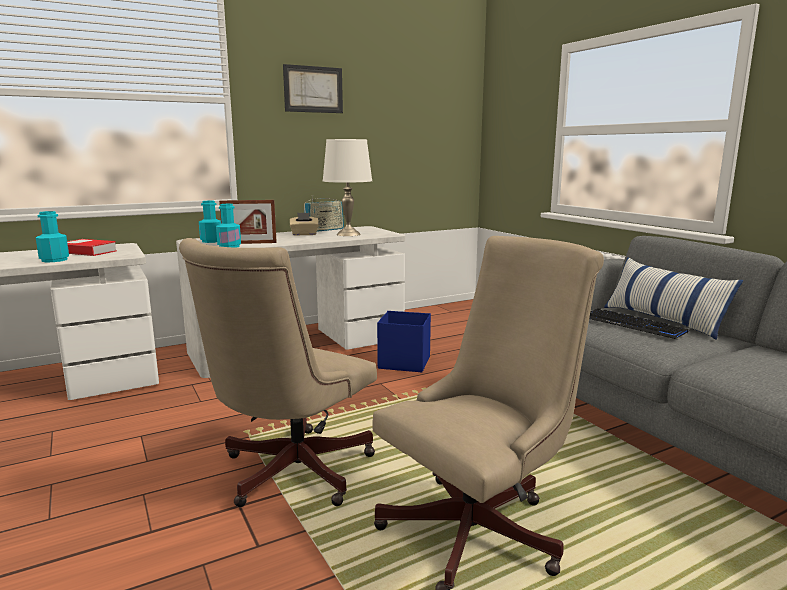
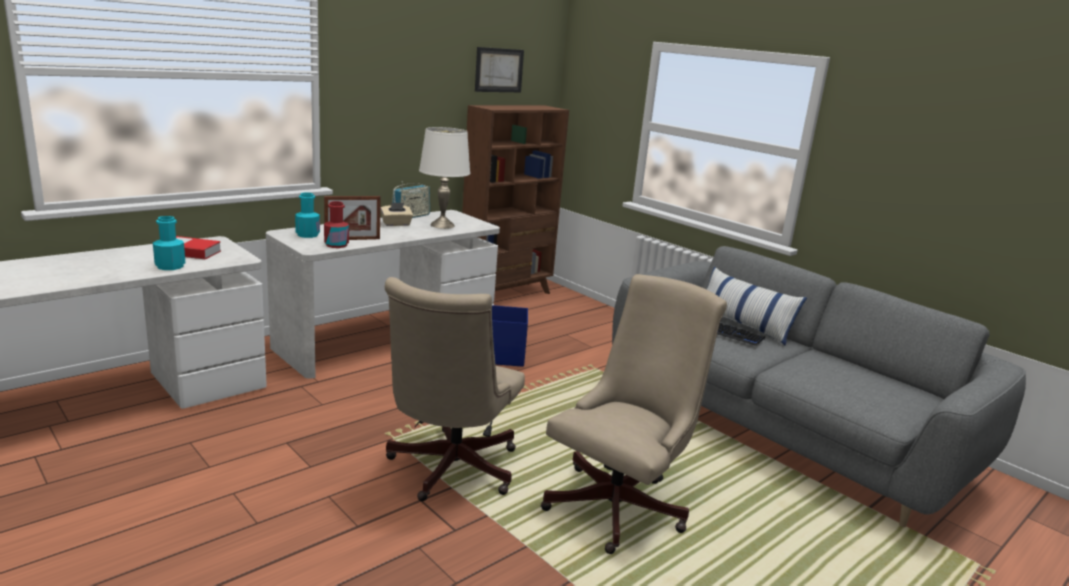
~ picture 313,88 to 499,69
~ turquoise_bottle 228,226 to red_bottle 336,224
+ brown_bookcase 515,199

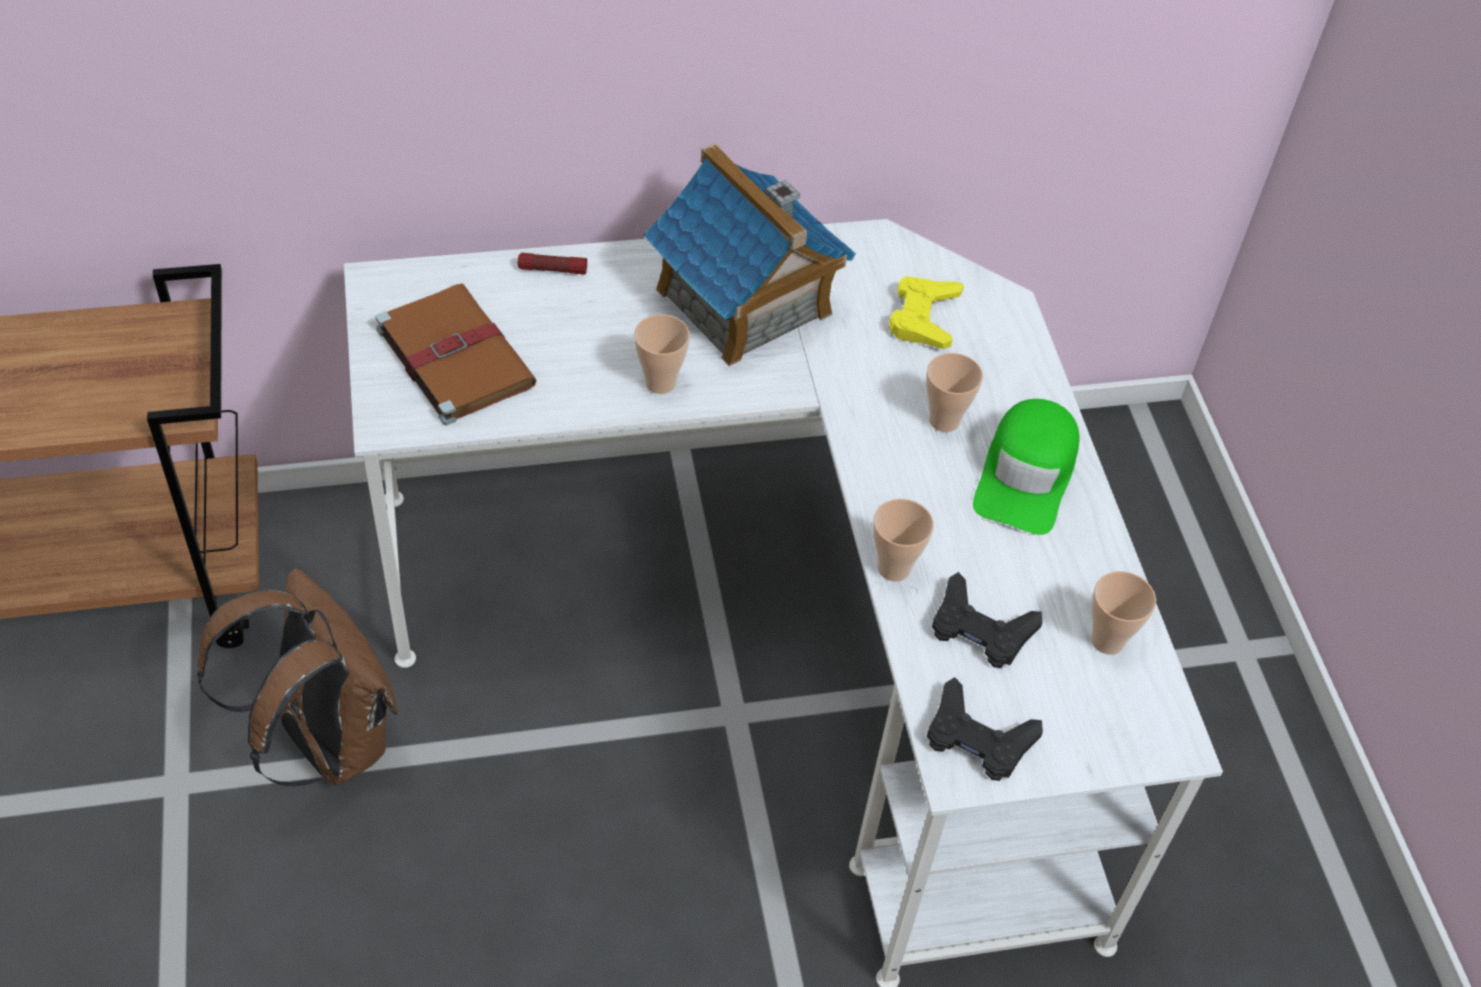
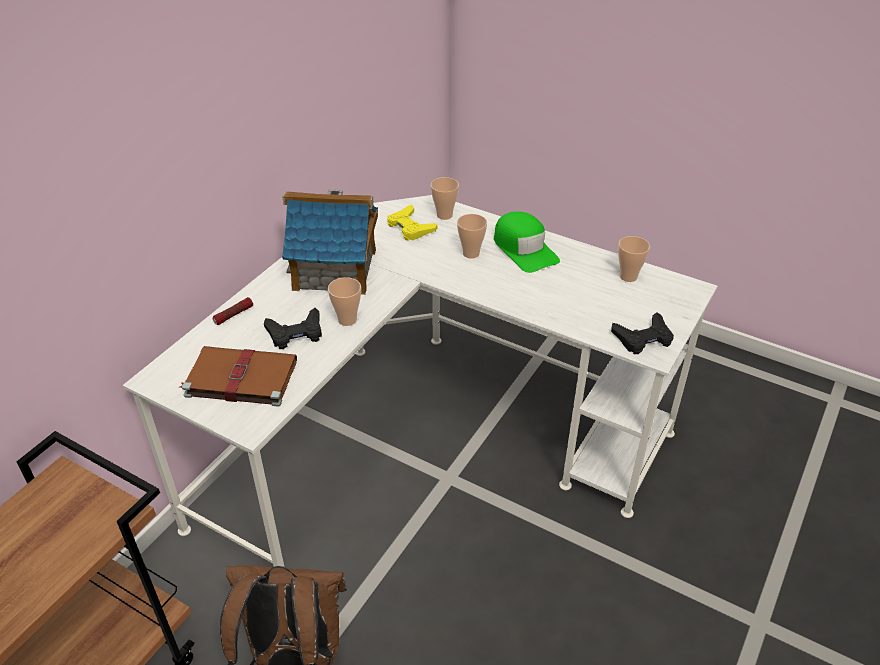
~ cup 903,540 to 445,198
~ black_game_controller 987,620 to 293,328

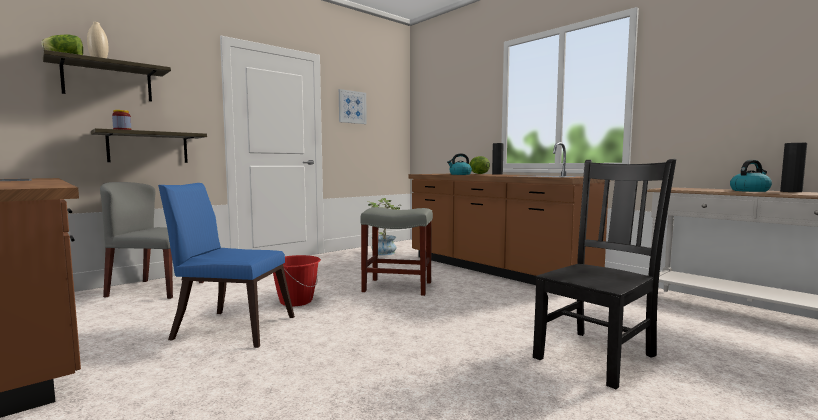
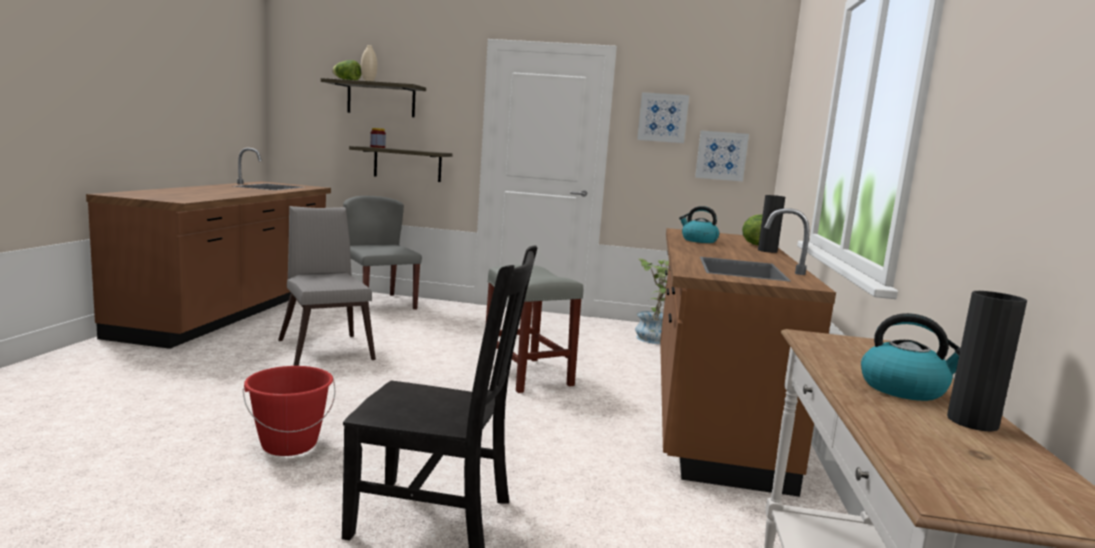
~ blue_chair 226,265 to grey_chair 327,286
~ red_bucket 297,280 to 289,411
+ picture 722,156

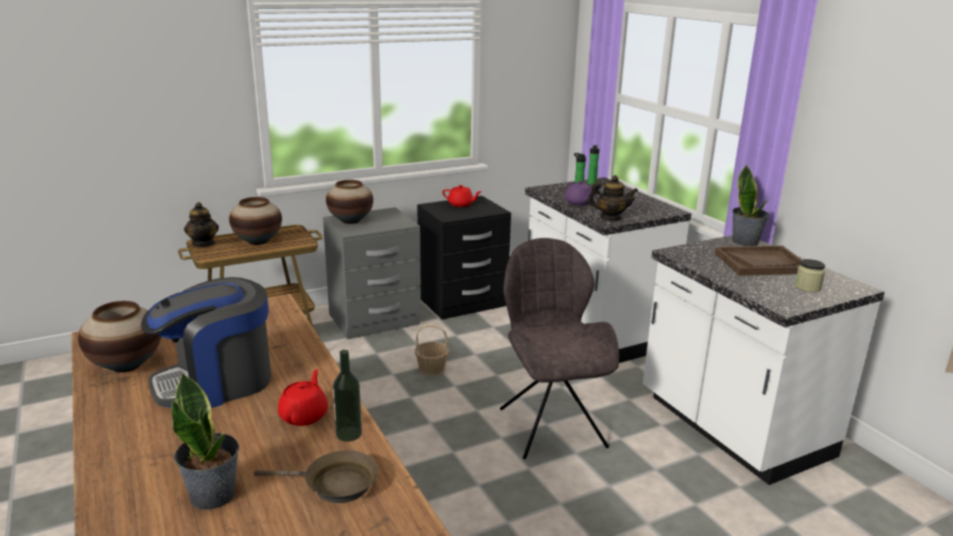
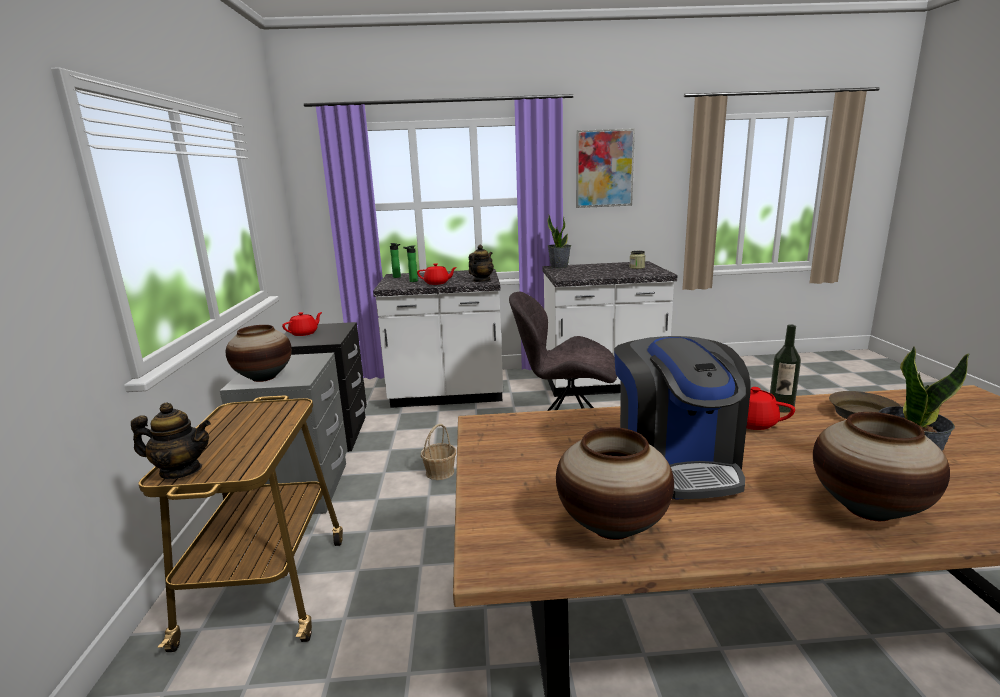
~ purple_teapot 579,193 to red_teapot 437,274
~ vase 255,221 to 881,466
- brown_tray 758,261
+ picture 605,168

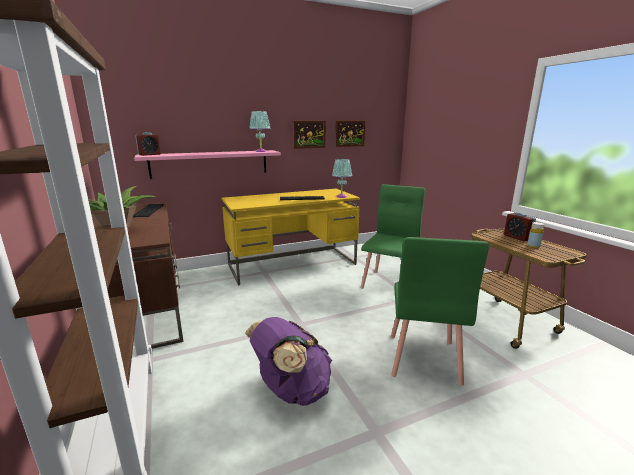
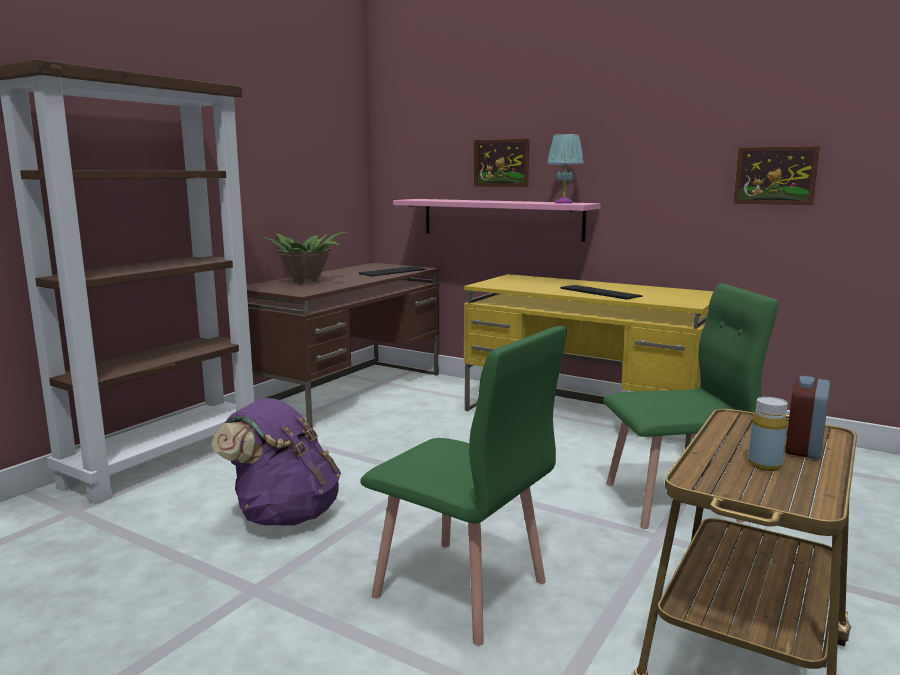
~ picture 309,135 to 501,163
- alarm_clock 148,144
- turquoise_table_lamp 342,178
~ green_chair 440,311 = 463,486 120 degrees counterclockwise

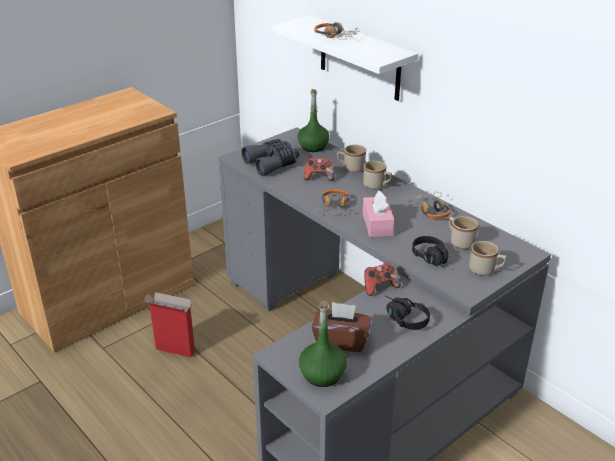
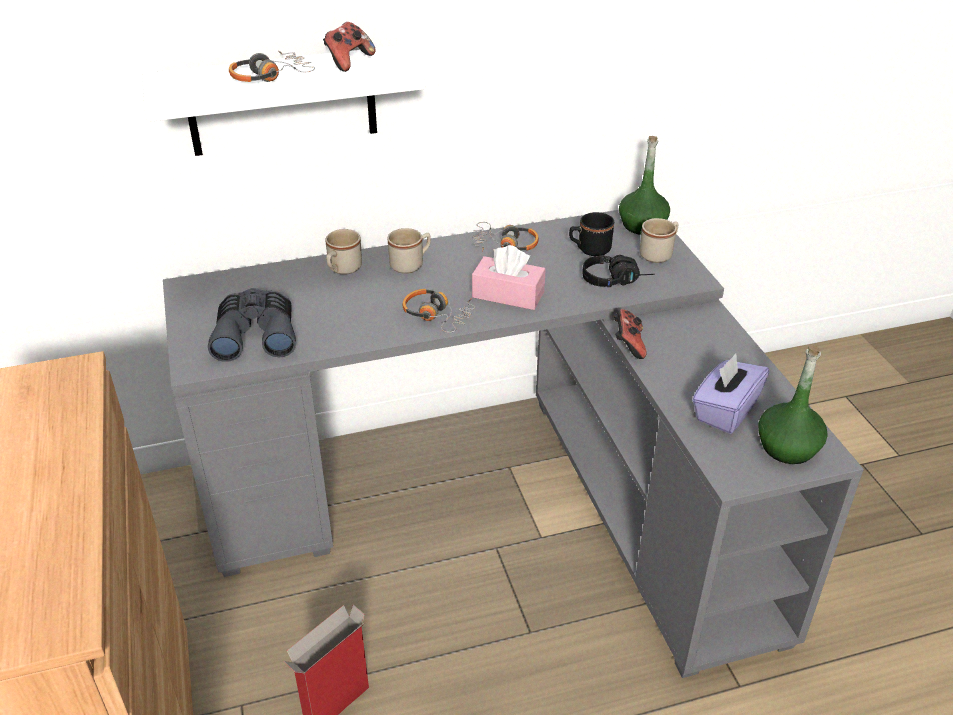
~ green_bottle 313,120 to 644,185
~ game_controller 319,169 to 349,47
~ beige_mug 463,232 to black_mug 591,234
- black_headphones 407,313
~ brown_tissue_box 341,327 to purple_tissue_box 730,393

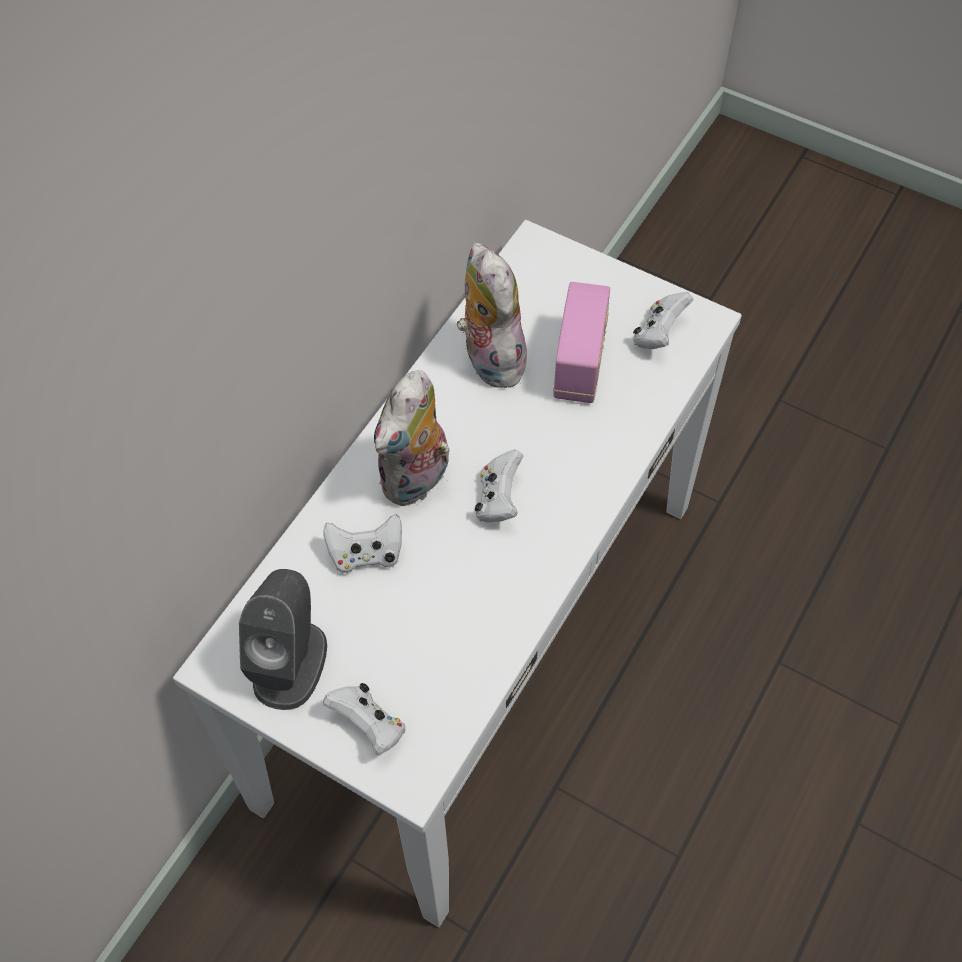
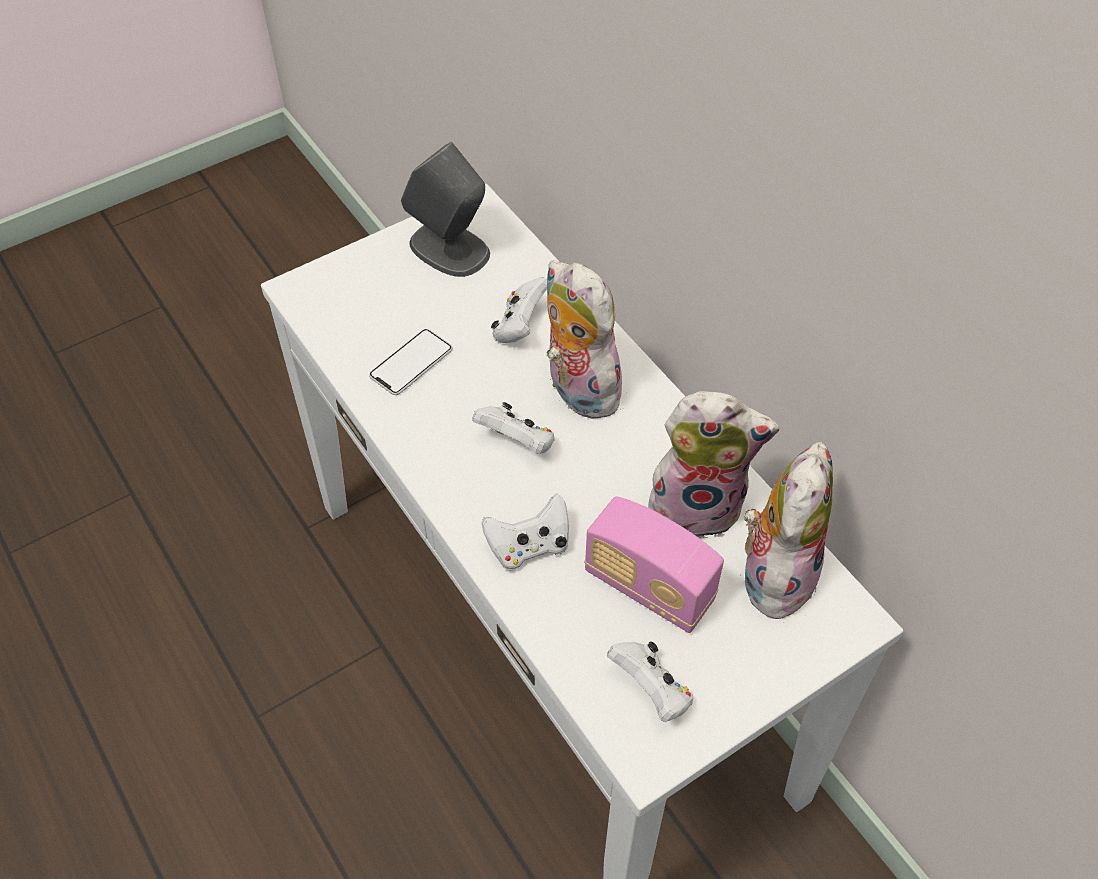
~ white_game_controller 364,719 to 525,531
+ phone 410,362
+ plush_toy 788,533

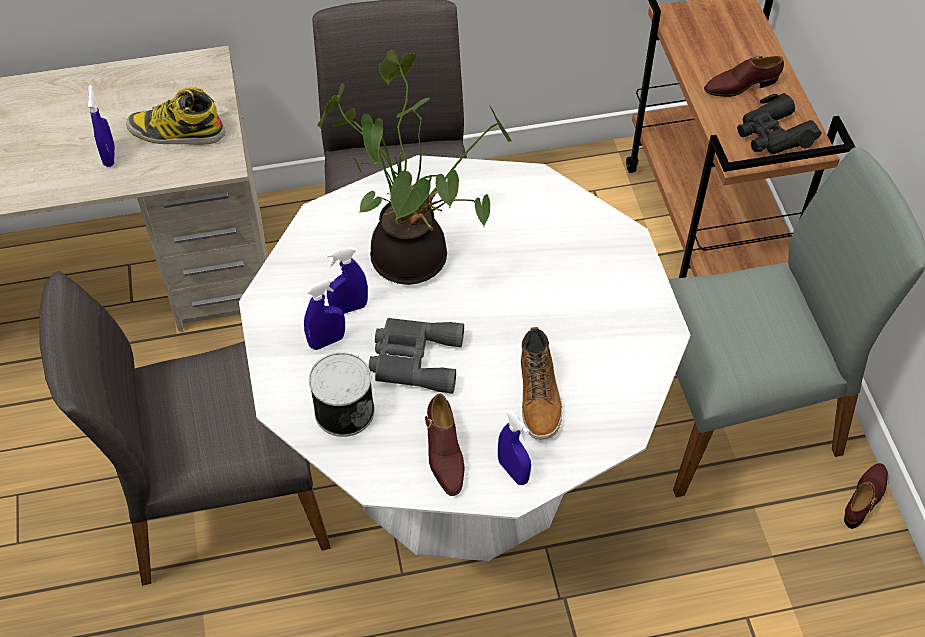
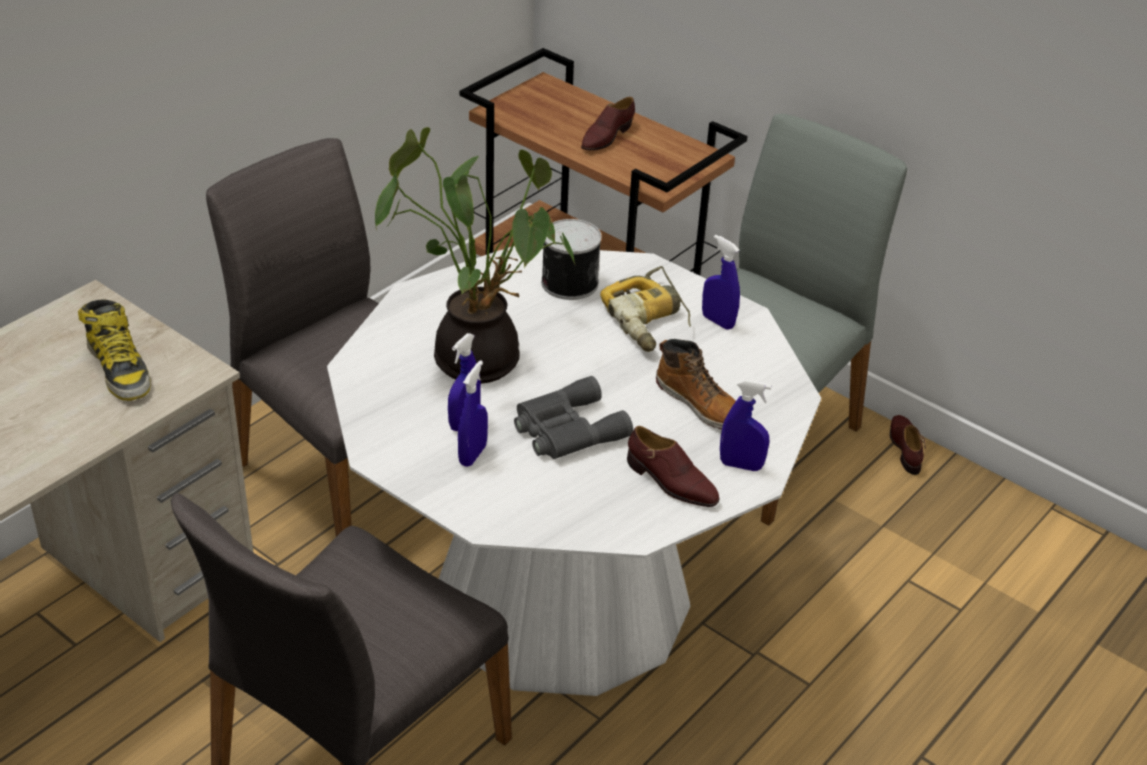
~ blue_spray_bottle 101,126 to 721,282
~ boot 175,116 = 114,350 90 degrees counterclockwise
- black_binoculars 779,123
~ can 342,394 to 571,259
+ power_drill 645,309

